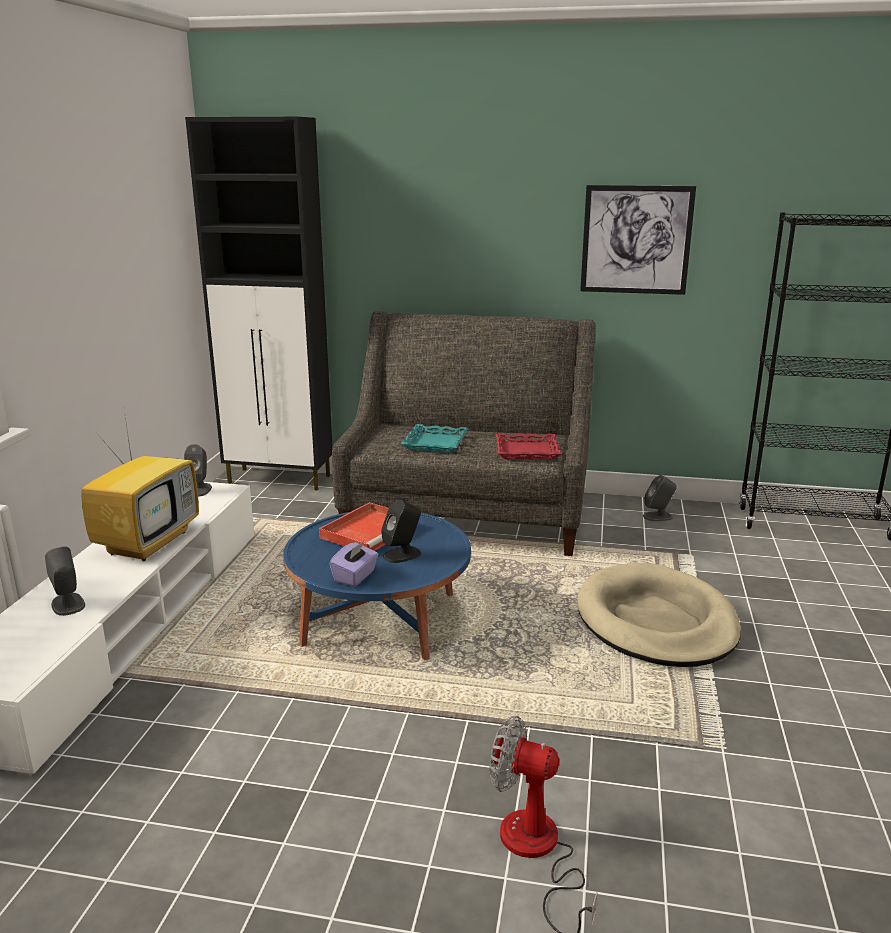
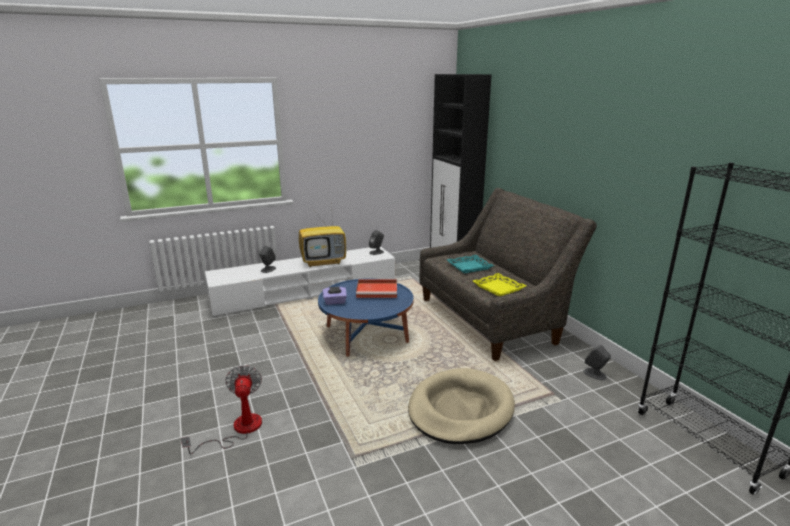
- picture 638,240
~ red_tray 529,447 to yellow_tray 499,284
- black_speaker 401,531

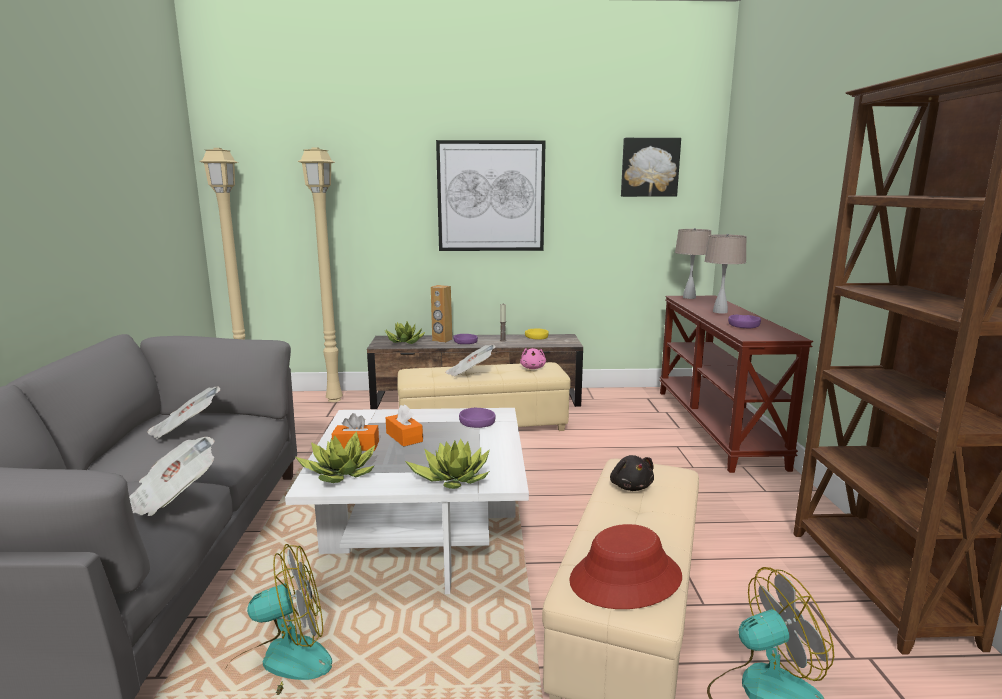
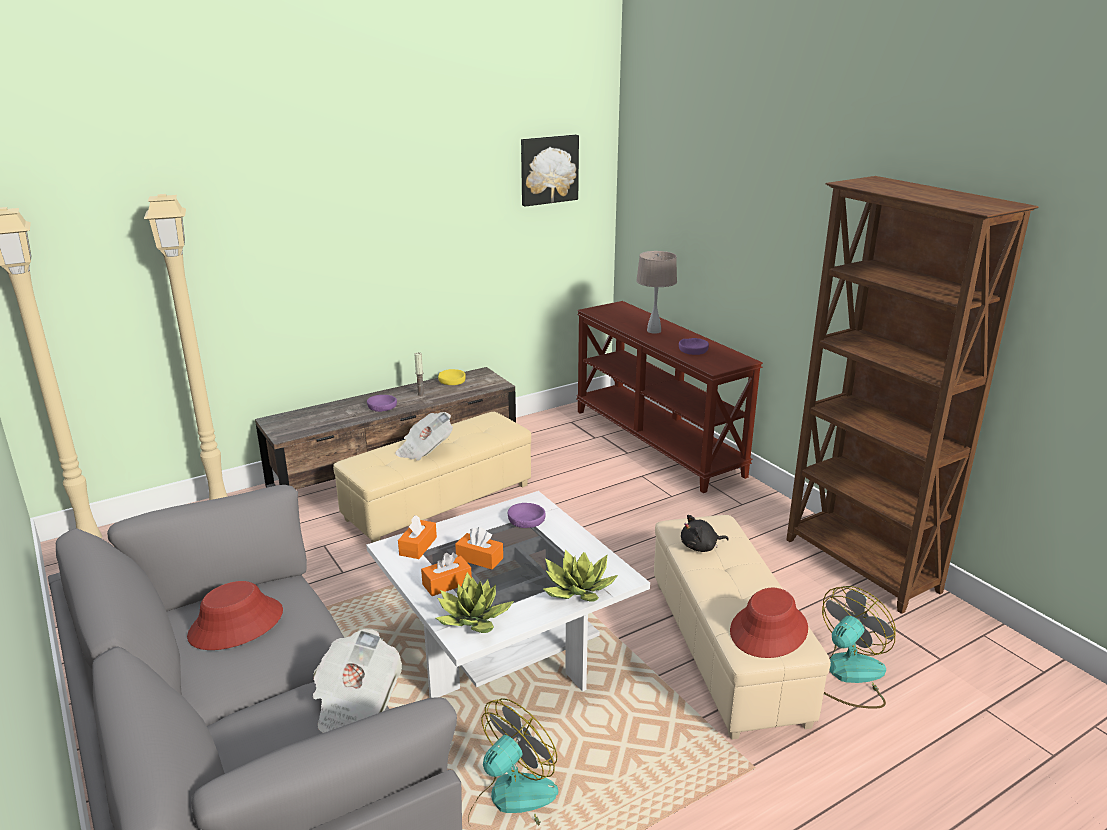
- picture 491,195
- beige_table_lamp 693,263
- brown_speaker 441,314
- potted_plant 405,333
- pink_plush_toy 533,358
~ newspaper 183,412 to red_hat 235,615
~ black_plush_toy 632,473 = 705,533 120 degrees clockwise
+ orange_tissue_box 417,537

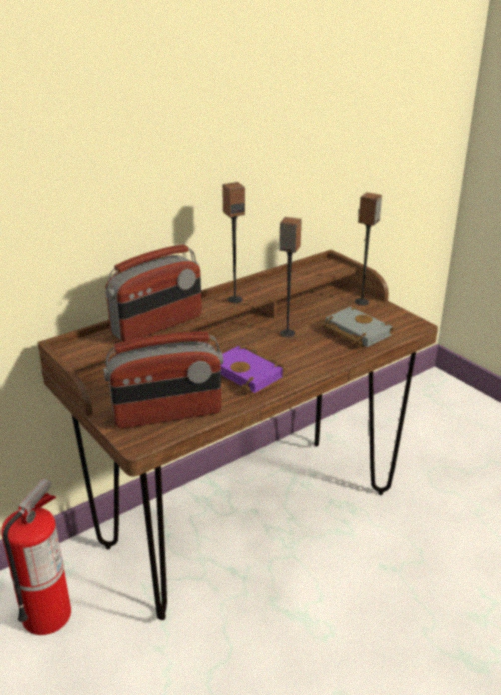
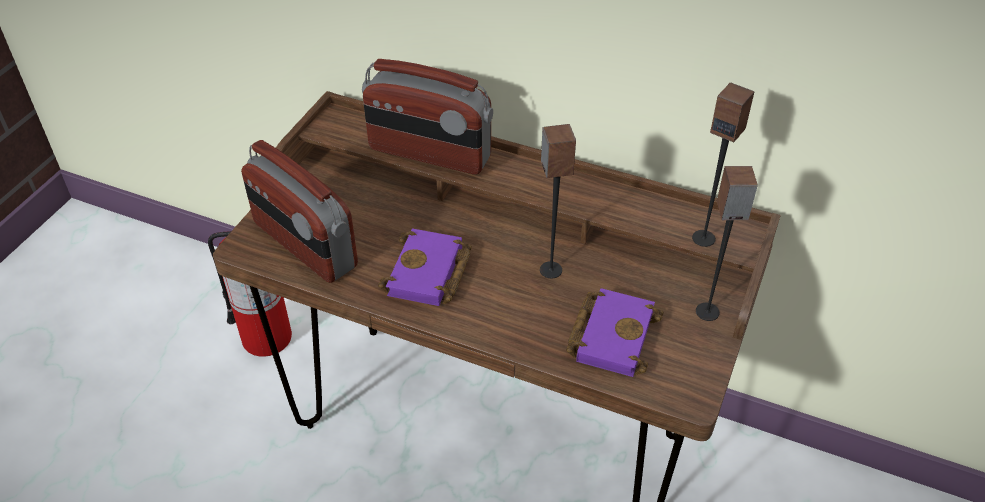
~ speaker 233,242 to 723,164
~ grey_book 358,327 to purple_book 615,332

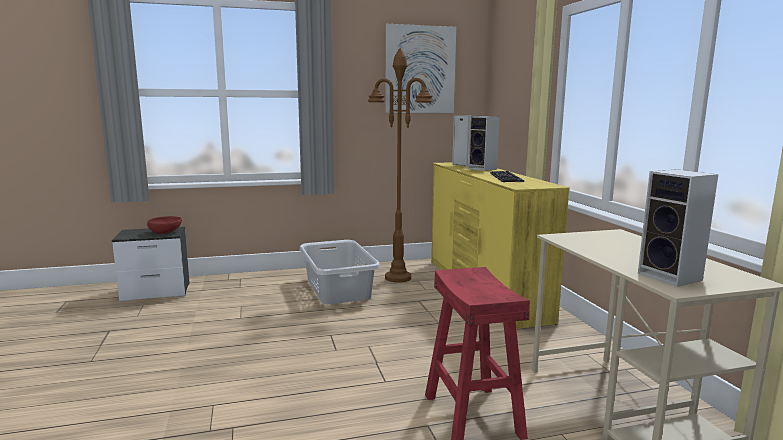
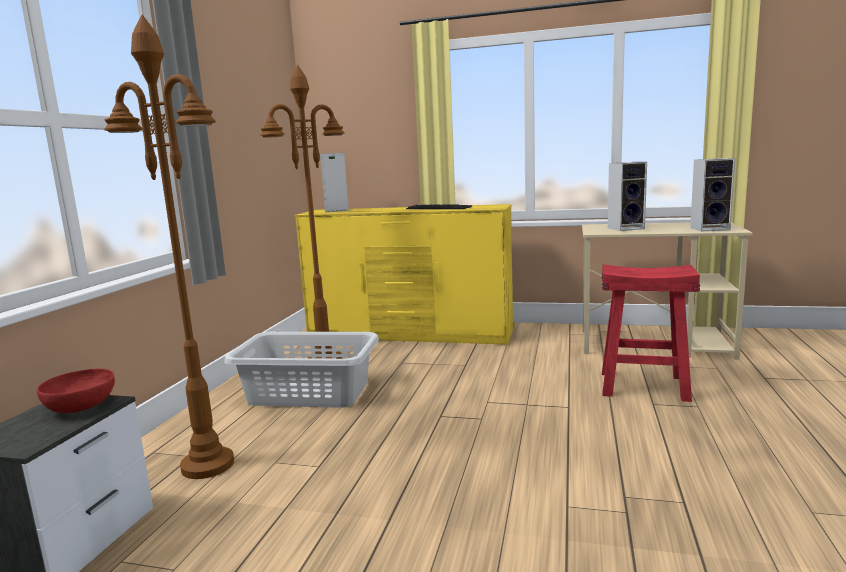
- picture 420,68
~ speaker 484,143 to 627,196
+ brown_floor_lamp 169,247

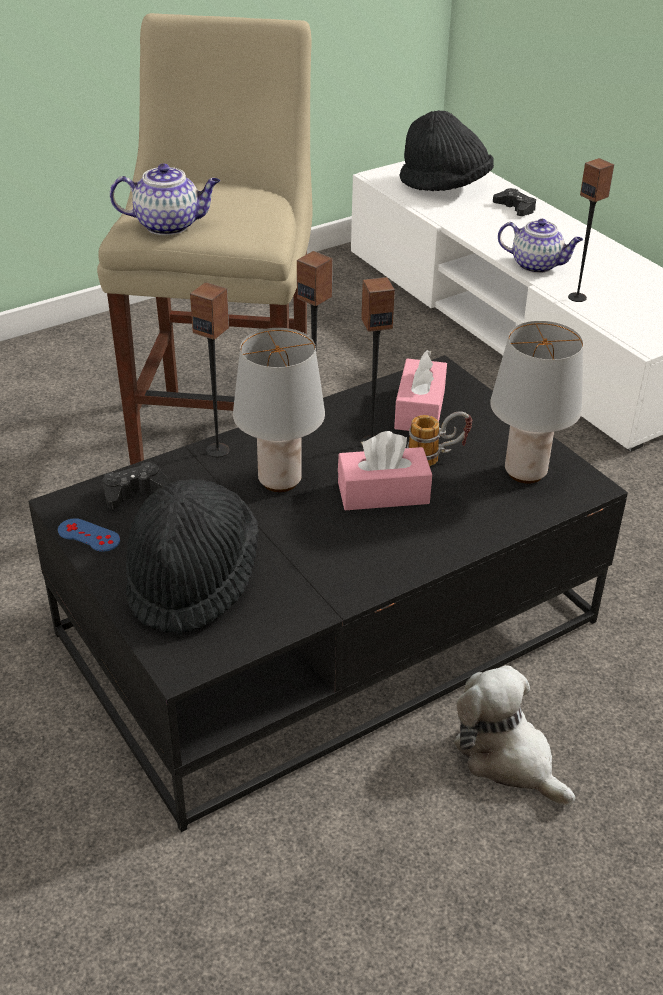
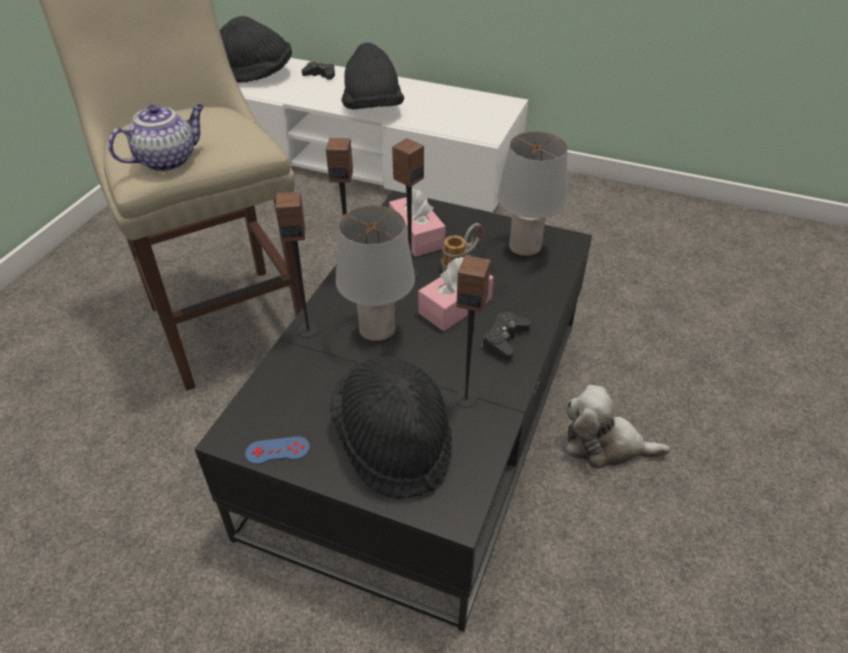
~ speaker 591,230 to 473,331
~ teapot 540,246 to black_hat 373,76
~ black_game_controller 137,485 to 506,336

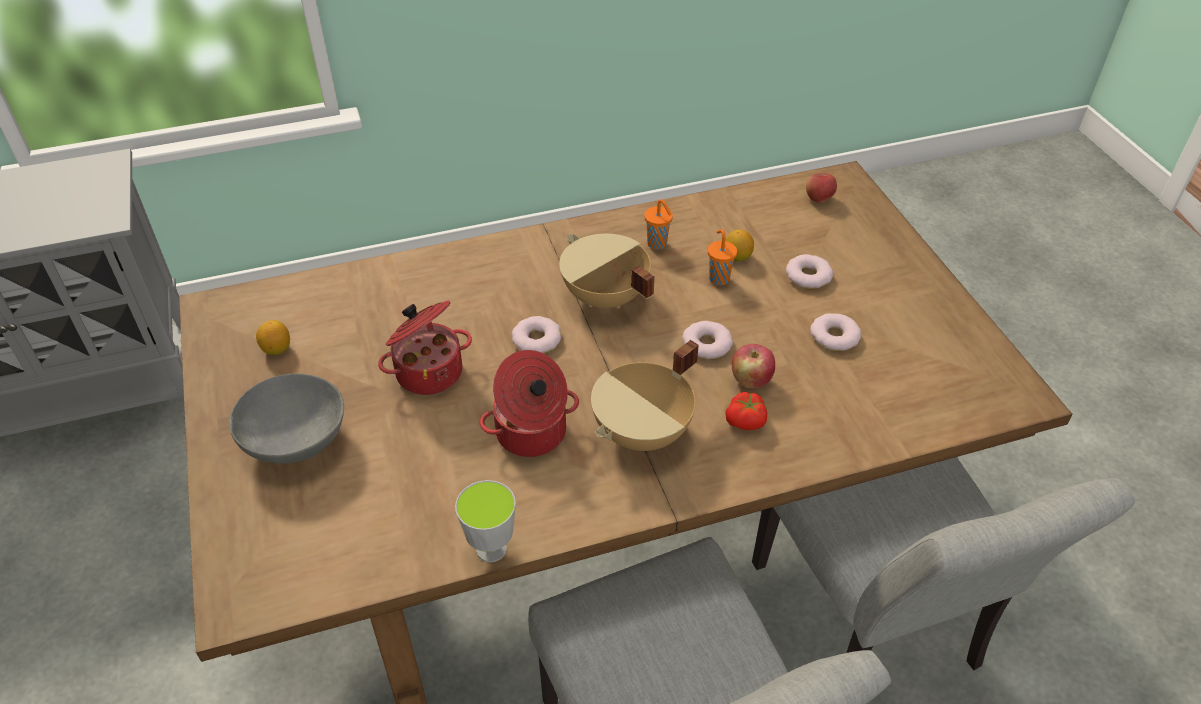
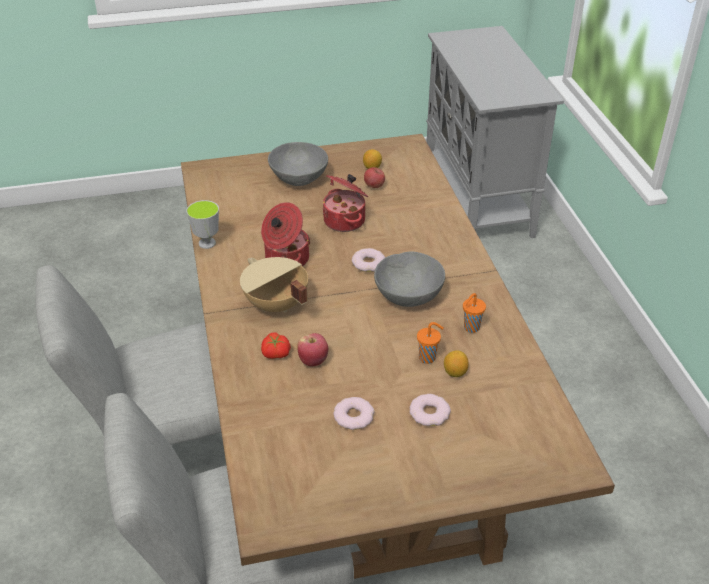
~ apple 821,188 to 374,177
~ beige_cooking_pot 607,271 to grey_bowl 409,279
- donut 707,340

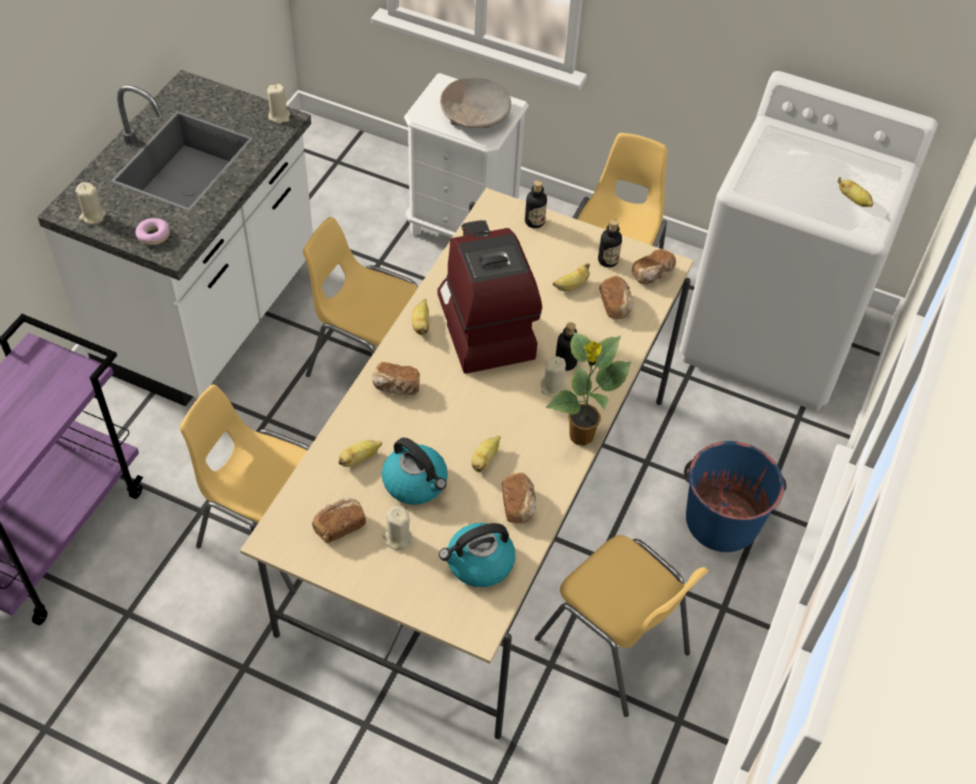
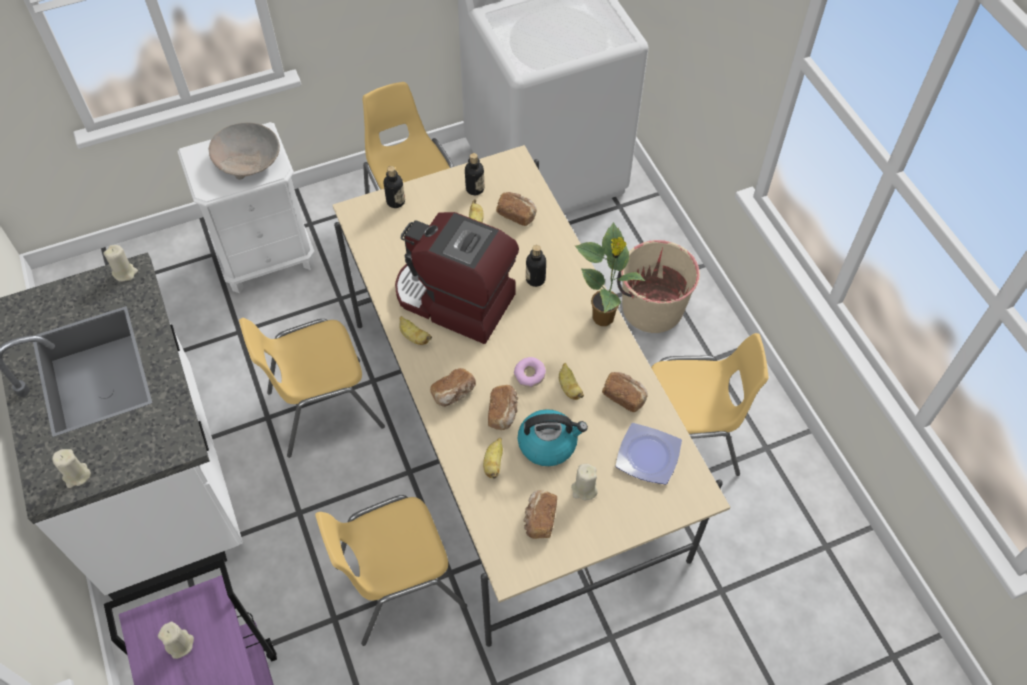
- banana 855,192
~ donut 152,231 to 530,372
~ bread 654,267 to 503,407
~ beige_candle 554,376 to 176,640
~ blue_bucket 735,496 to beige_bucket 658,286
~ kettle 477,555 to plate 649,454

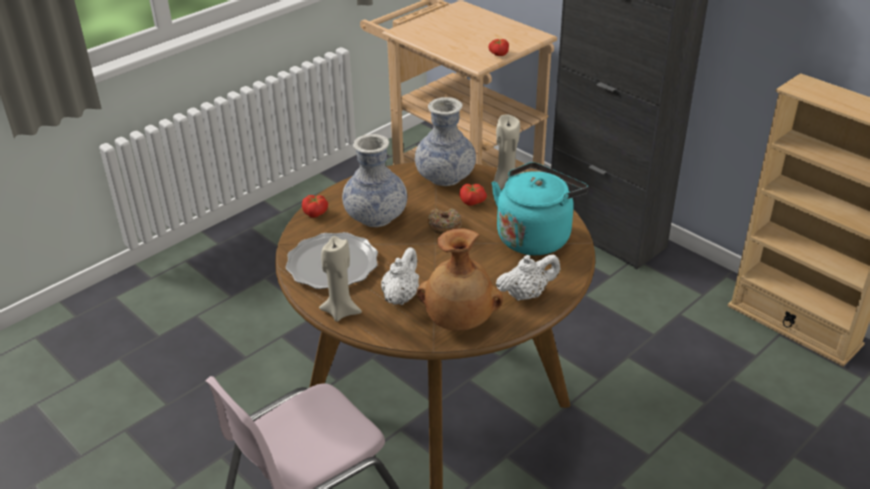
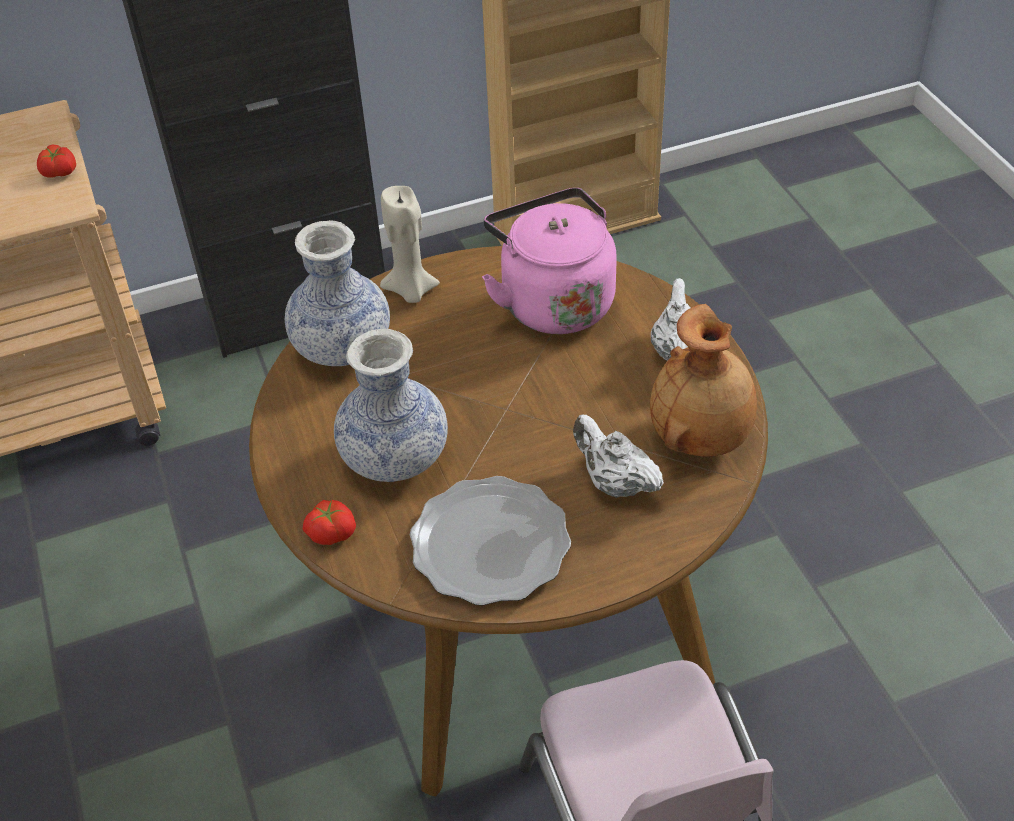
~ turquoise_kettle 539,208 to pink_kettle 549,261
- tomato 473,195
- donut 445,221
- beige_candle 340,279

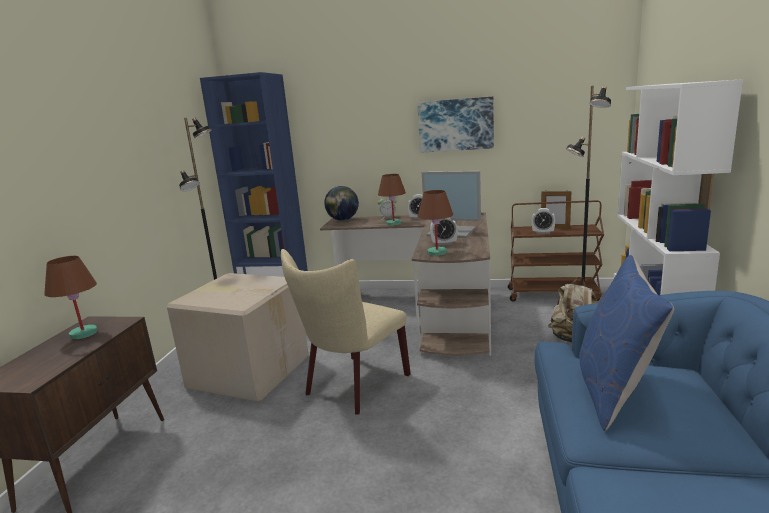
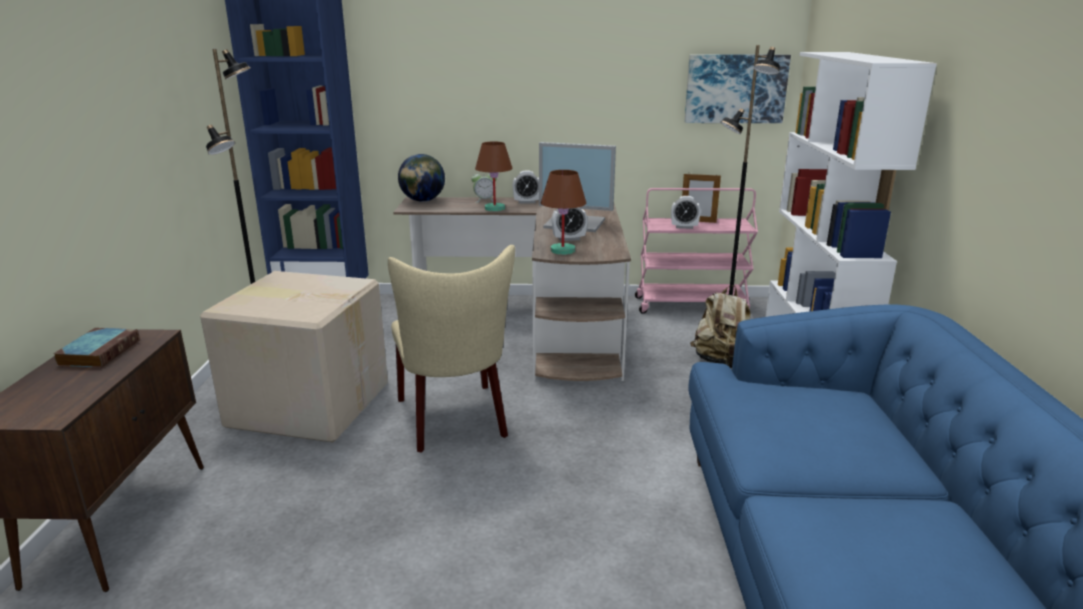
~ picture 455,125 to 738,89
~ brown_cart 556,250 to pink_cart 696,251
~ beige_chair 346,332 = 451,349 45 degrees counterclockwise
- blue_pillow 626,343
~ brown_table_lamp 71,297 to book 96,348

